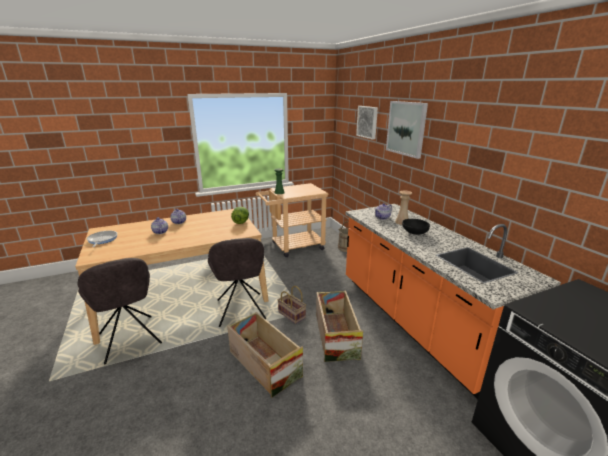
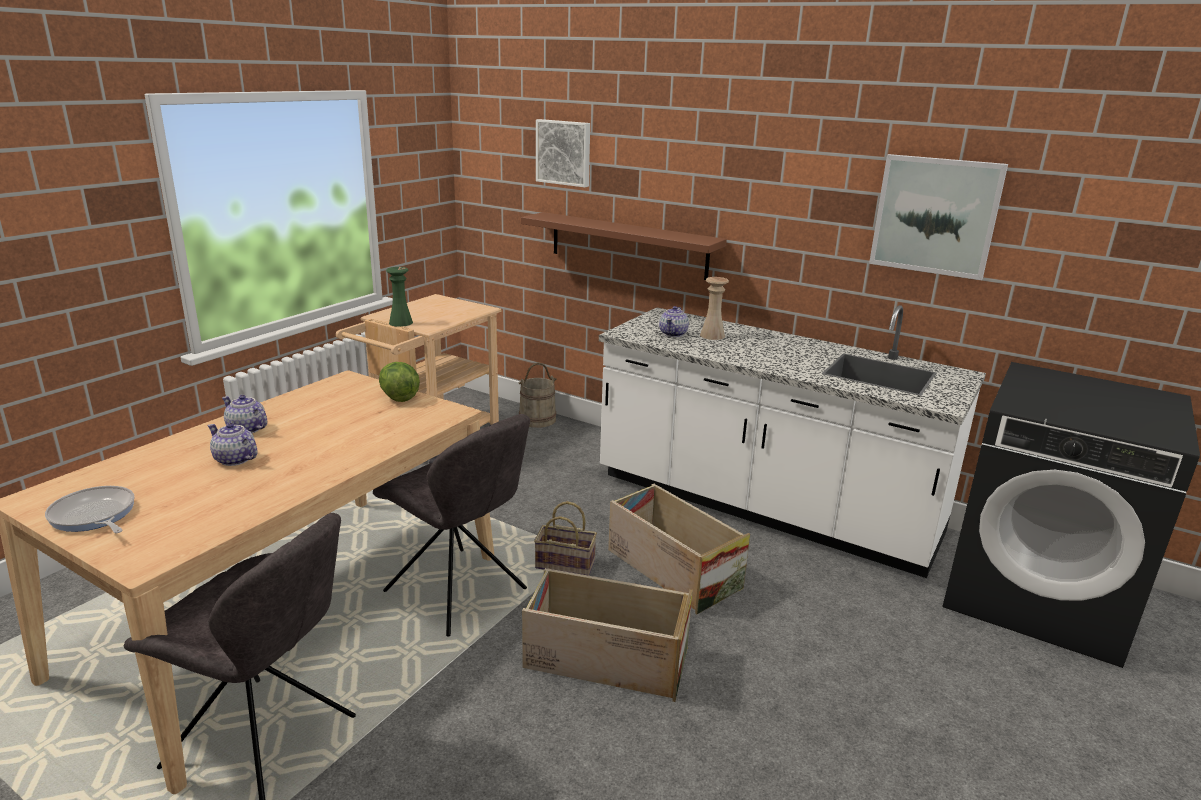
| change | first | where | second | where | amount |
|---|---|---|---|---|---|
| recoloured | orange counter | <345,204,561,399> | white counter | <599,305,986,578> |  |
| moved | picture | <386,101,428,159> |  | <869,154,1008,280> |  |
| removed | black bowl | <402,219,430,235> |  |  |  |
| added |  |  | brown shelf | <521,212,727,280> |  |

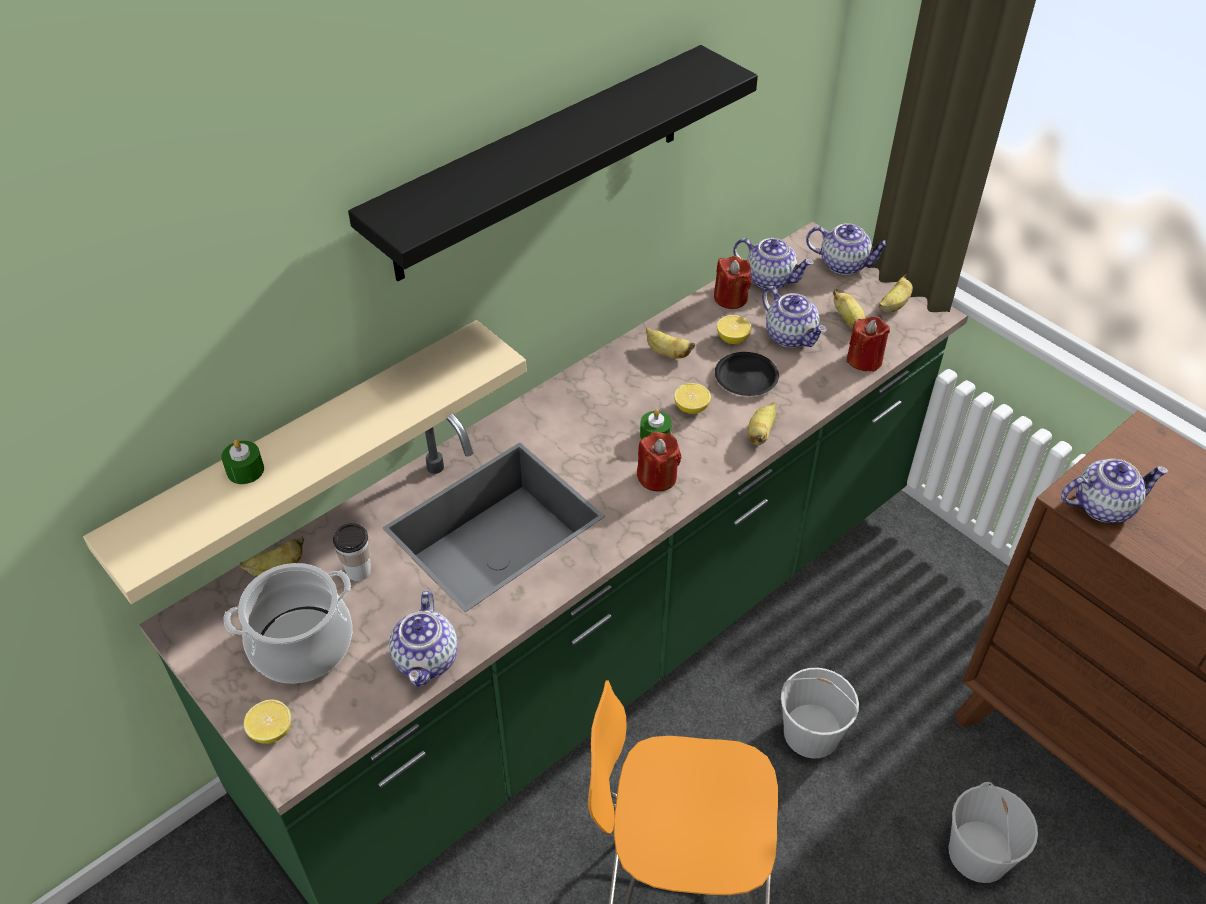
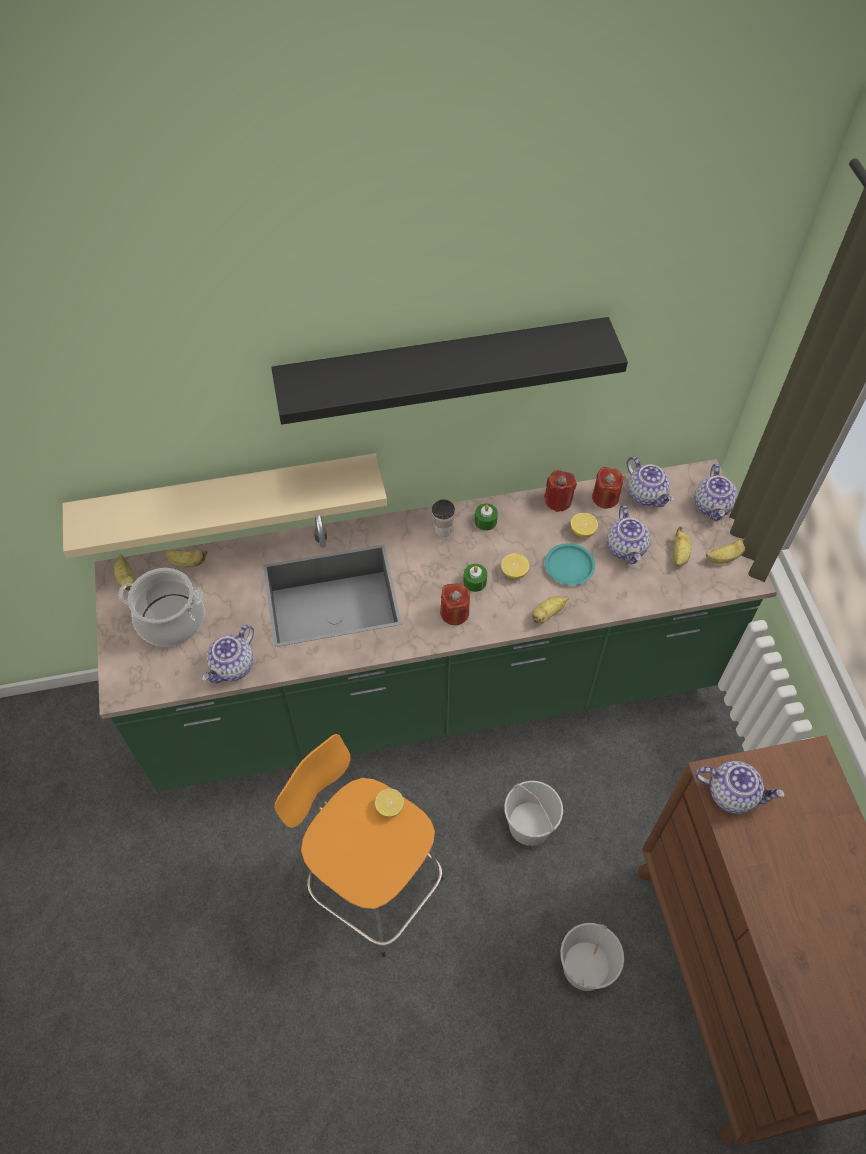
| change | first | where | second | where | amount |
|---|---|---|---|---|---|
| moved | green candle | <221,440,264,484> |  | <475,504,498,531> |  |
| moved | lemon | <244,700,291,744> |  | <375,789,404,817> |  |
| moved | cup | <333,523,371,581> |  | <432,499,455,537> |  |
| moved | banana | <646,328,695,358> |  | <114,554,136,590> |  |
| recoloured | black plate | <715,352,779,396> | turquoise plate | <545,543,595,585> |  |
| turned | teapot | <806,223,886,275> |  | <694,464,737,521> | 45 degrees clockwise |
| moved | red candle | <846,316,890,372> |  | <544,470,577,512> |  |

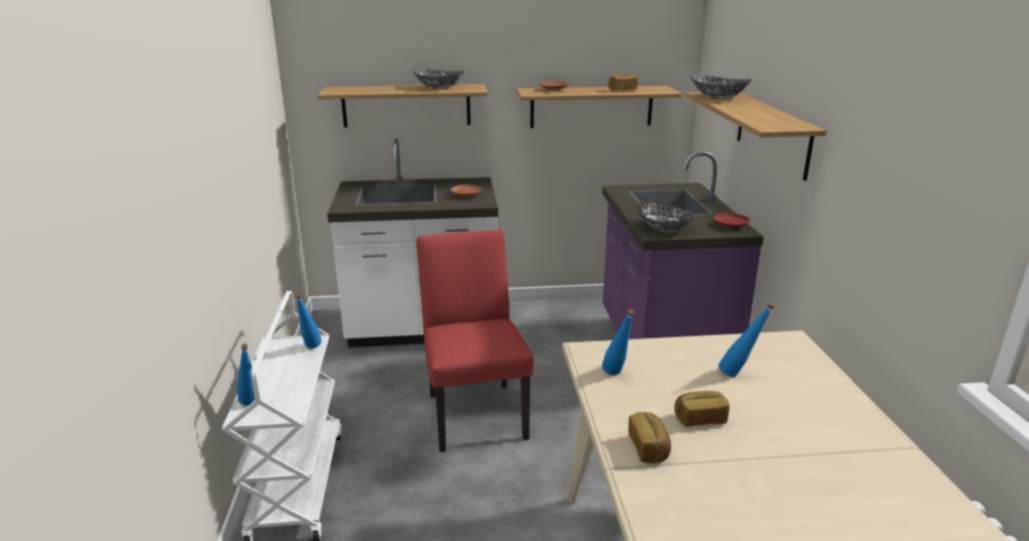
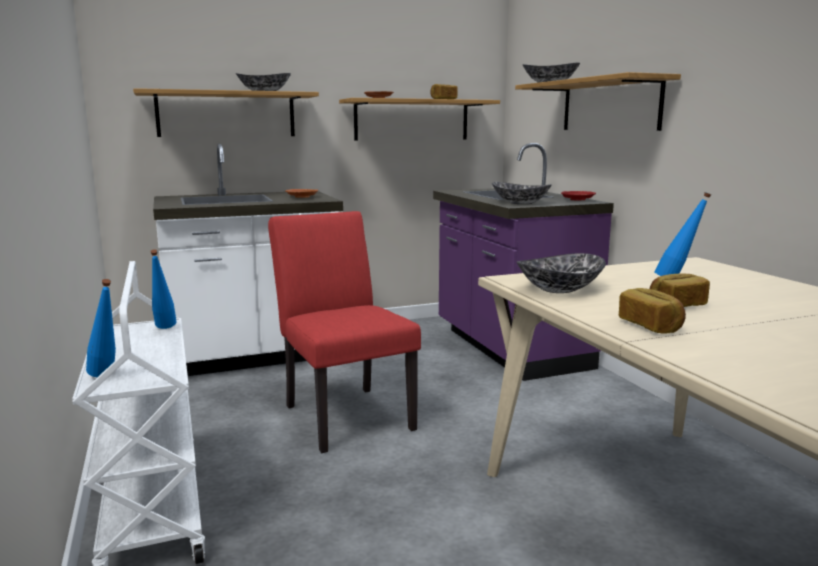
| change | first | where | second | where | amount |
|---|---|---|---|---|---|
| replaced | blue bottle | <602,309,634,375> | bowl | <517,253,606,293> |  |

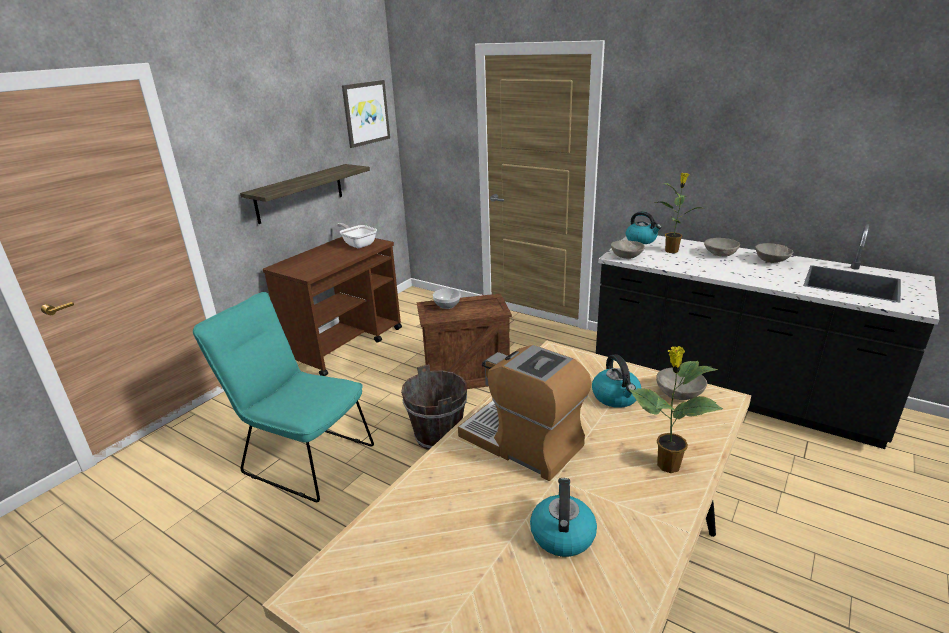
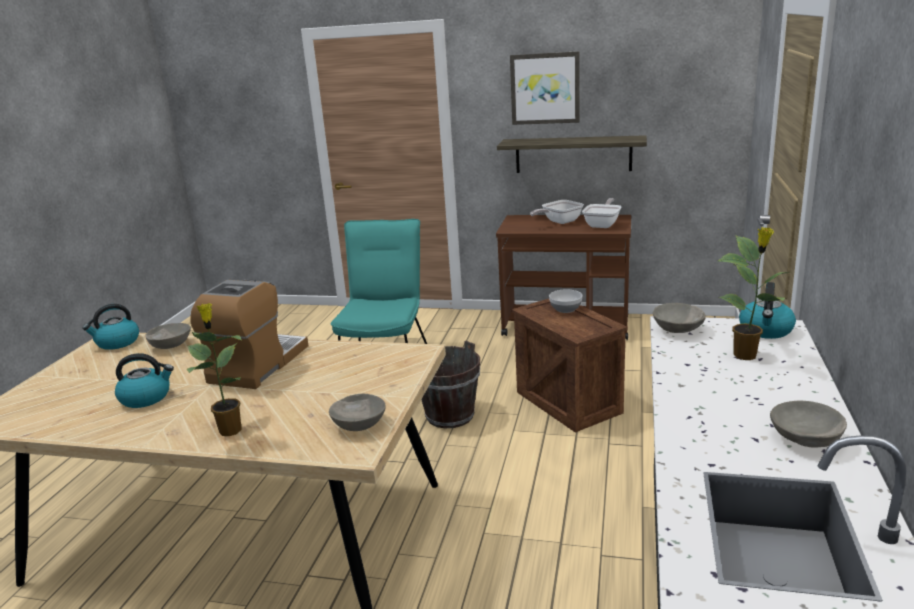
| change | first | where | second | where | amount |
|---|---|---|---|---|---|
| moved | picture | <342,80,390,148> |  | <510,51,580,125> |  |
| moved | kettle | <592,354,642,408> |  | <83,304,139,350> |  |
| moved | grey bowl | <704,238,740,257> |  | <145,323,191,349> |  |
| added |  |  | frying pan | <530,200,584,224> |  |

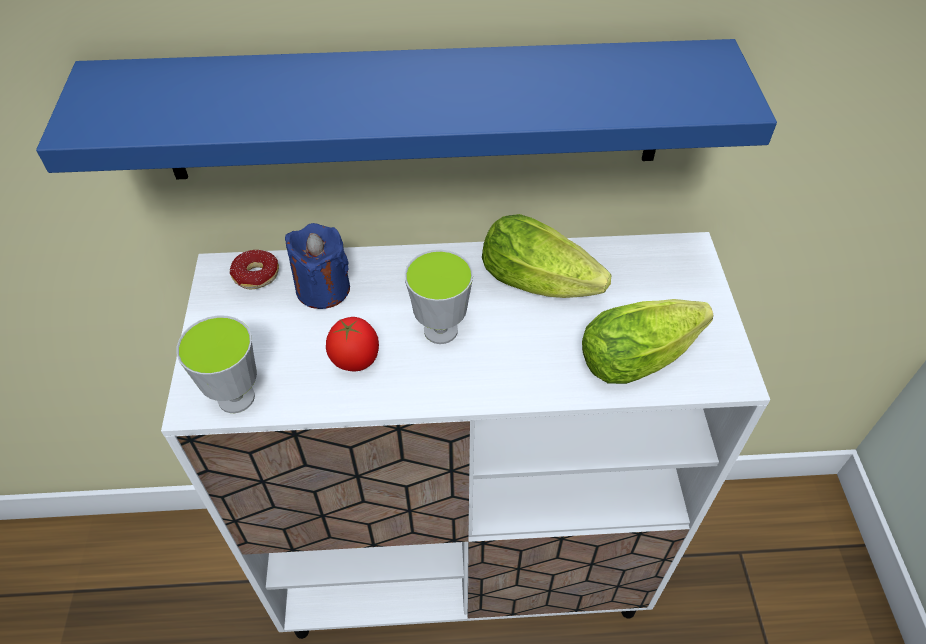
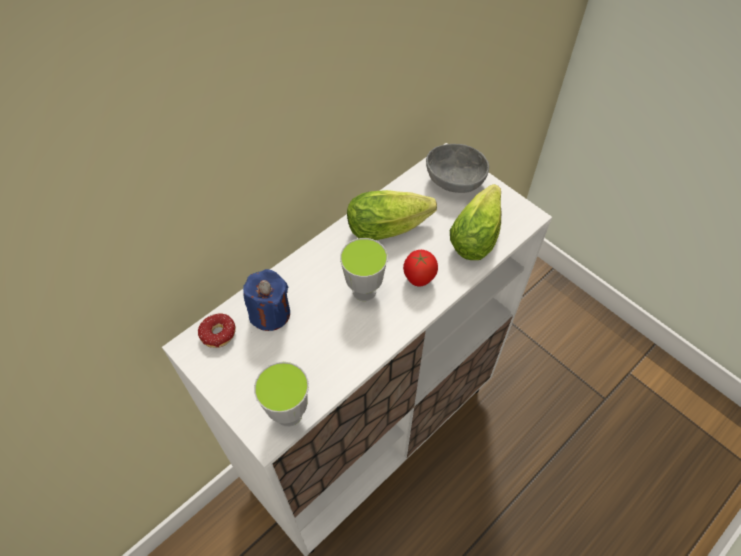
| change | first | where | second | where | amount |
|---|---|---|---|---|---|
| removed | blue shelf | <36,39,777,179> |  |  |  |
| moved | tomato | <326,317,379,371> |  | <403,250,438,287> |  |
| added |  |  | grey bowl | <426,144,489,193> |  |

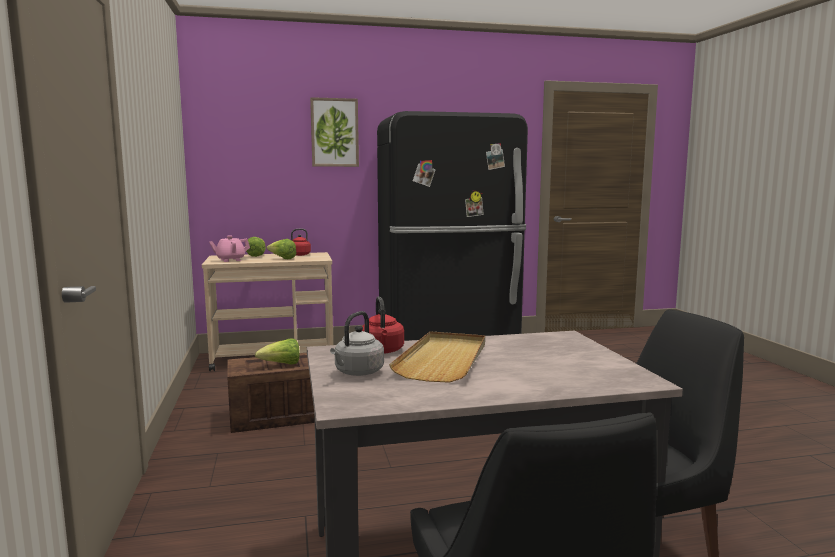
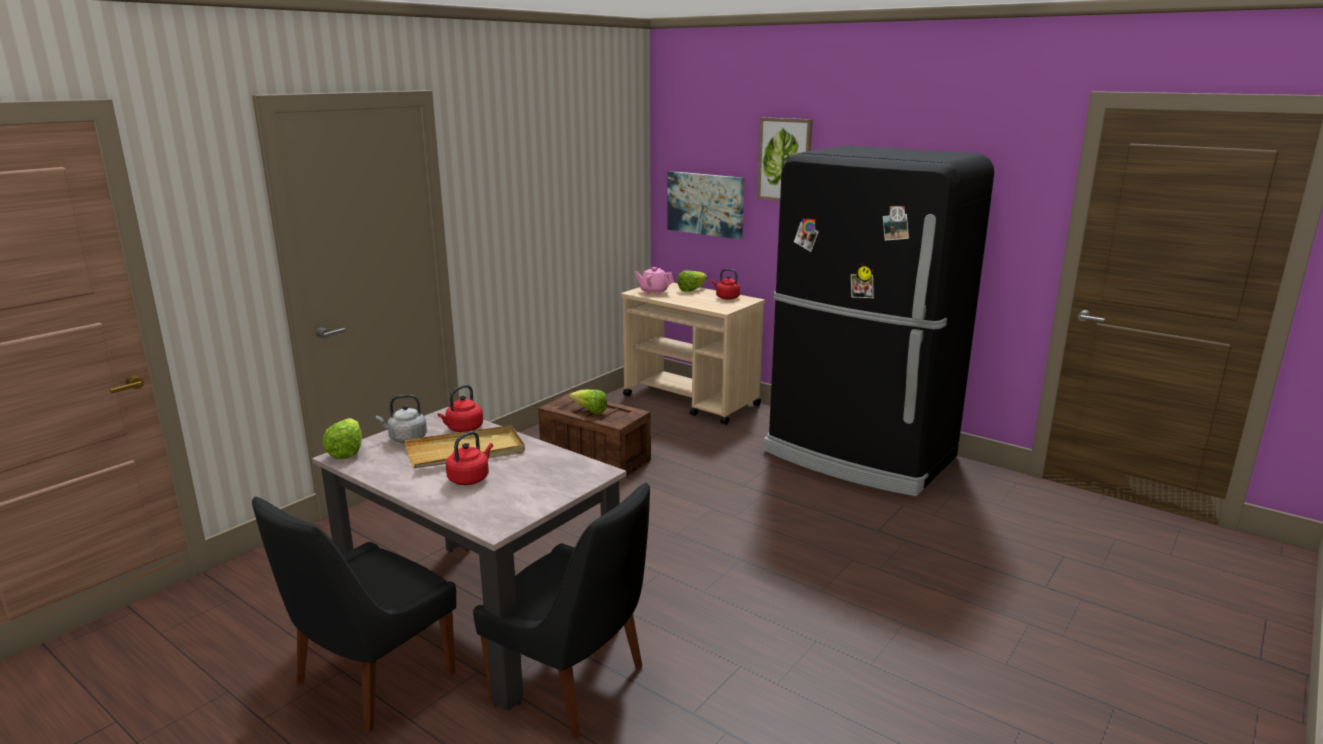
| change | first | where | second | where | amount |
|---|---|---|---|---|---|
| moved | lettuce | <266,239,296,259> |  | <323,418,362,459> |  |
| added |  |  | red kettle | <446,431,493,485> |  |
| added |  |  | picture | <667,171,744,240> |  |

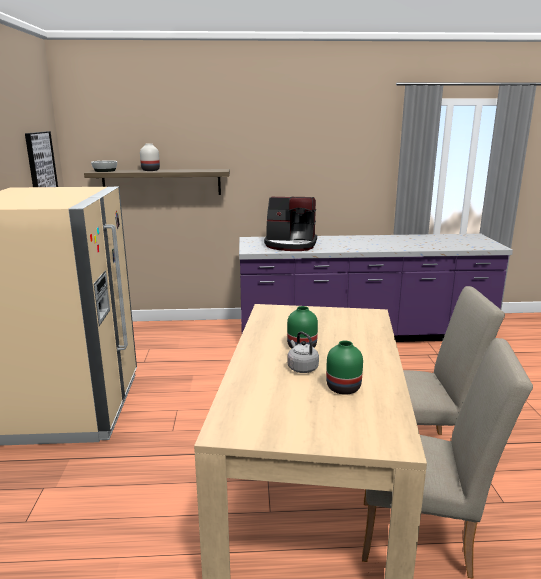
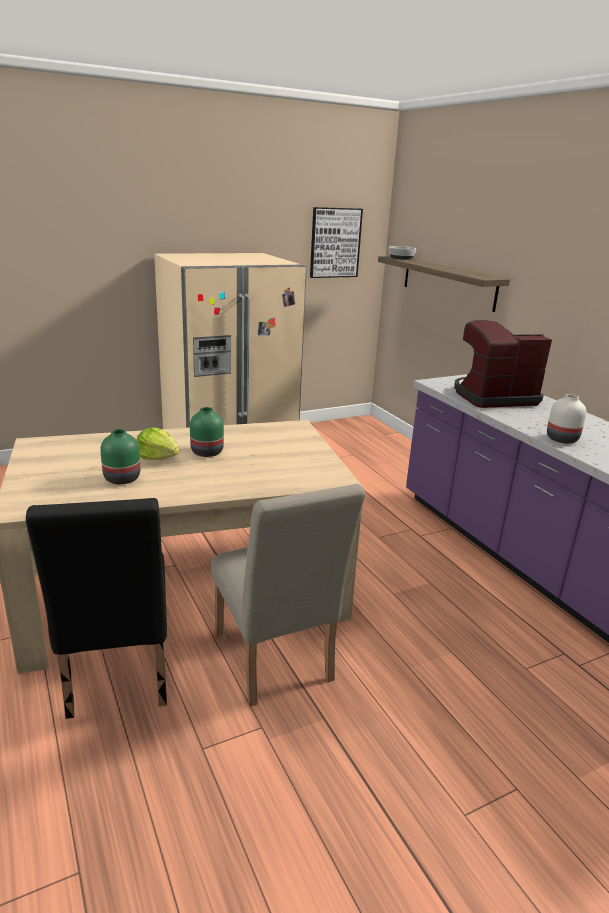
| change | first | where | second | where | amount |
|---|---|---|---|---|---|
| moved | white vase | <140,143,160,171> |  | <547,394,586,444> |  |
| turned | coffee machine | <264,197,317,251> |  | <454,320,552,408> | 90 degrees clockwise |
| replaced | grey kettle | <287,331,319,373> | lettuce | <137,427,180,460> |  |
| recoloured | beige chair | <362,338,533,579> | black chair | <26,498,167,719> |  |

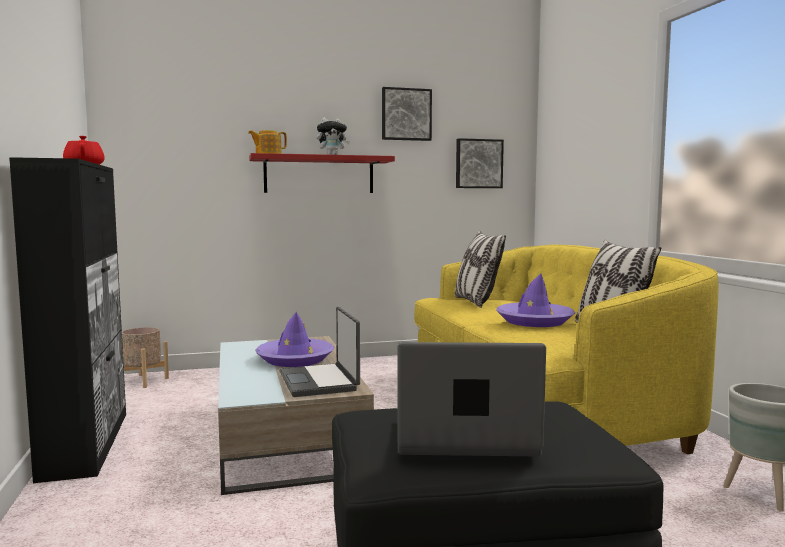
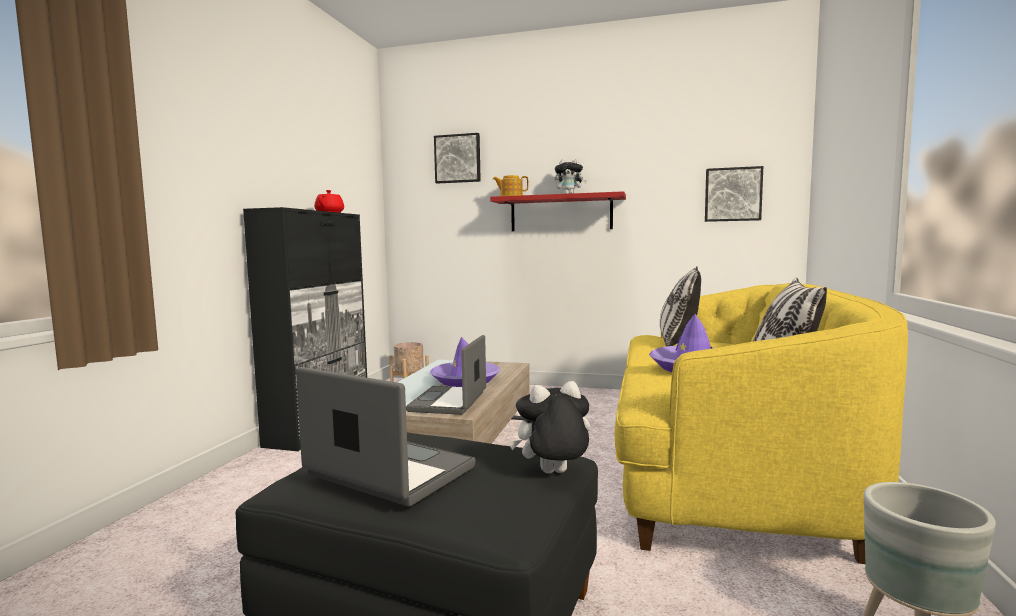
| change | first | where | second | where | amount |
|---|---|---|---|---|---|
| moved | picture | <382,87,432,141> |  | <434,133,481,184> |  |
| added |  |  | plush toy | <508,381,591,474> |  |

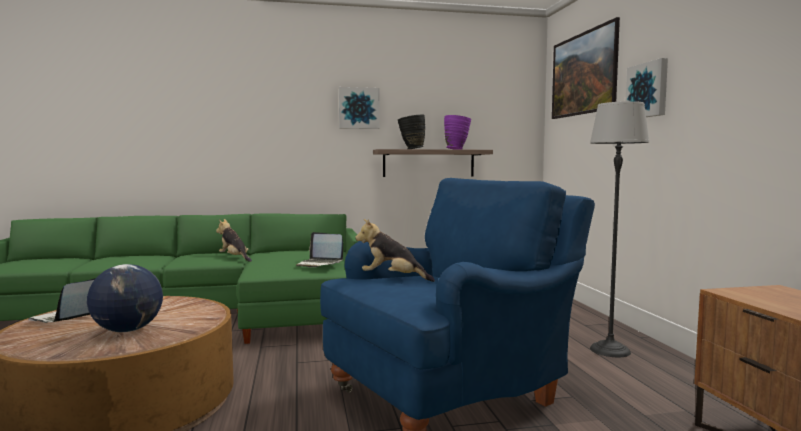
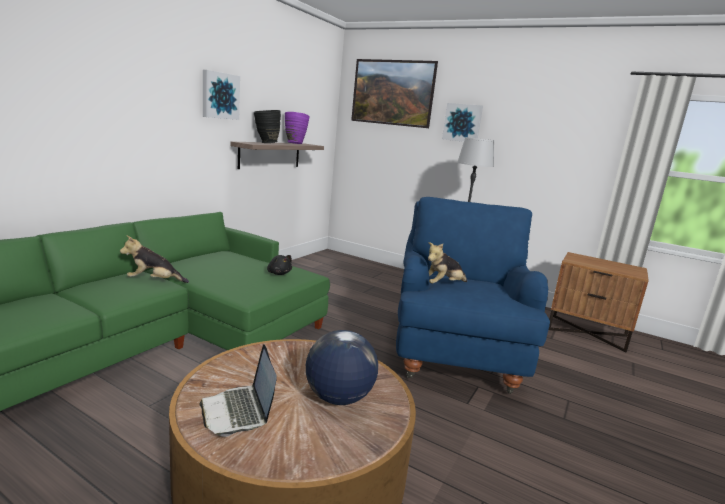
| change | first | where | second | where | amount |
|---|---|---|---|---|---|
| replaced | laptop | <296,232,343,267> | black plush toy | <267,255,292,275> |  |

